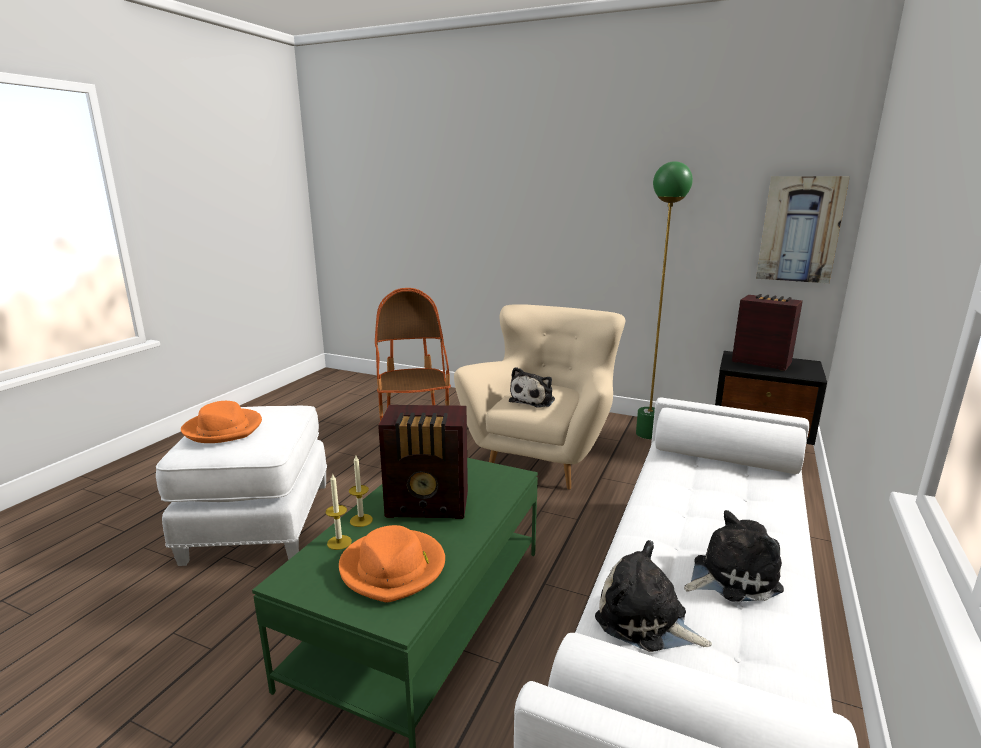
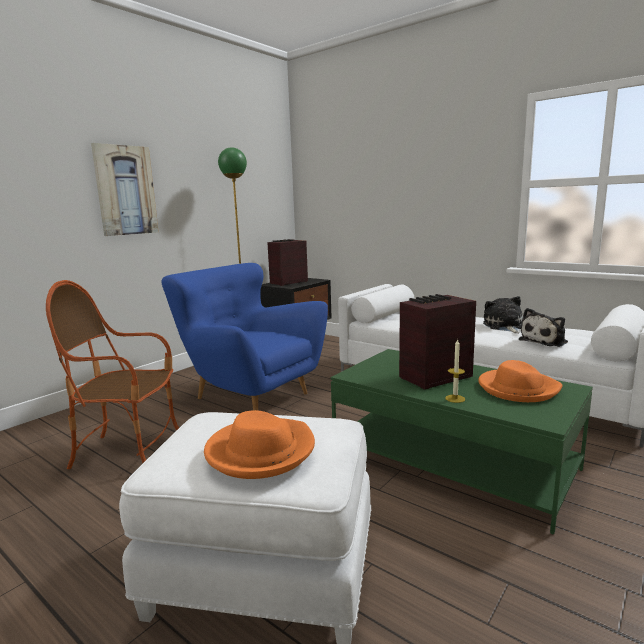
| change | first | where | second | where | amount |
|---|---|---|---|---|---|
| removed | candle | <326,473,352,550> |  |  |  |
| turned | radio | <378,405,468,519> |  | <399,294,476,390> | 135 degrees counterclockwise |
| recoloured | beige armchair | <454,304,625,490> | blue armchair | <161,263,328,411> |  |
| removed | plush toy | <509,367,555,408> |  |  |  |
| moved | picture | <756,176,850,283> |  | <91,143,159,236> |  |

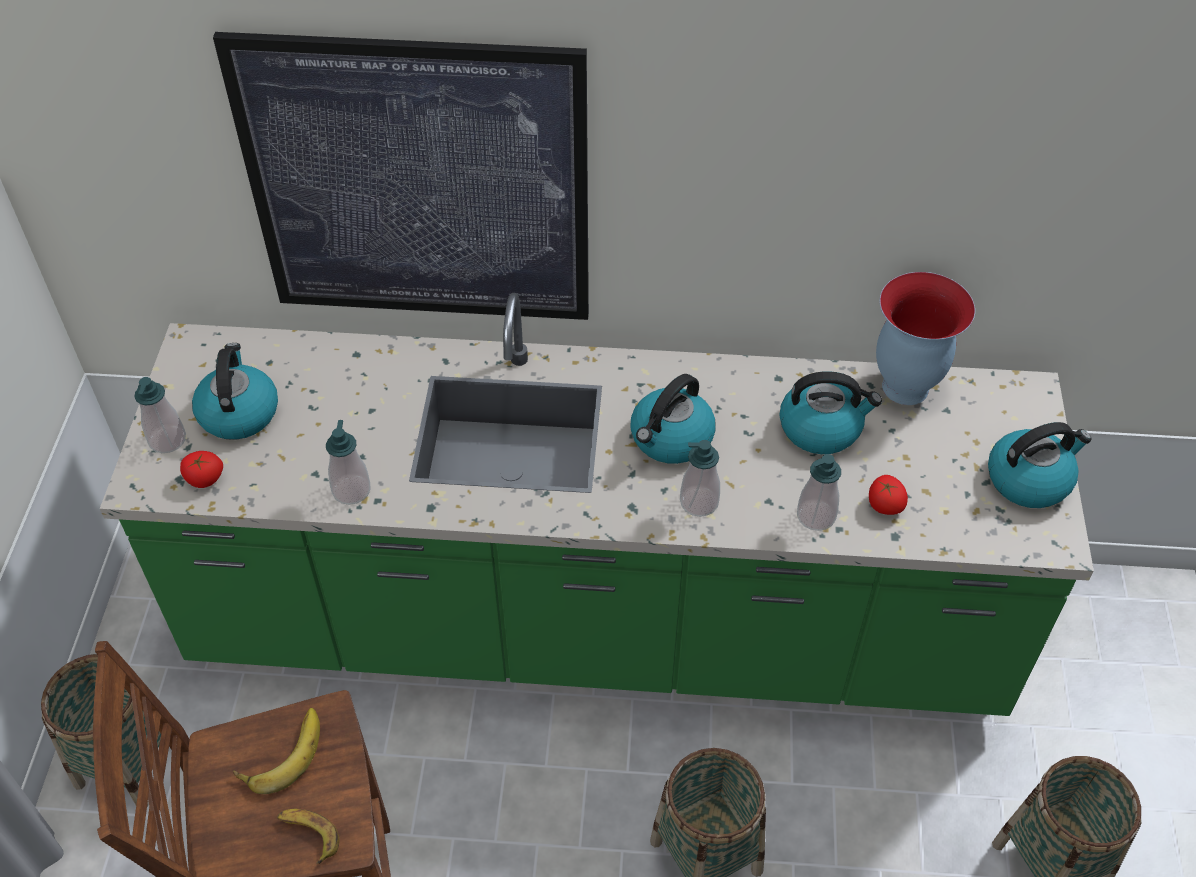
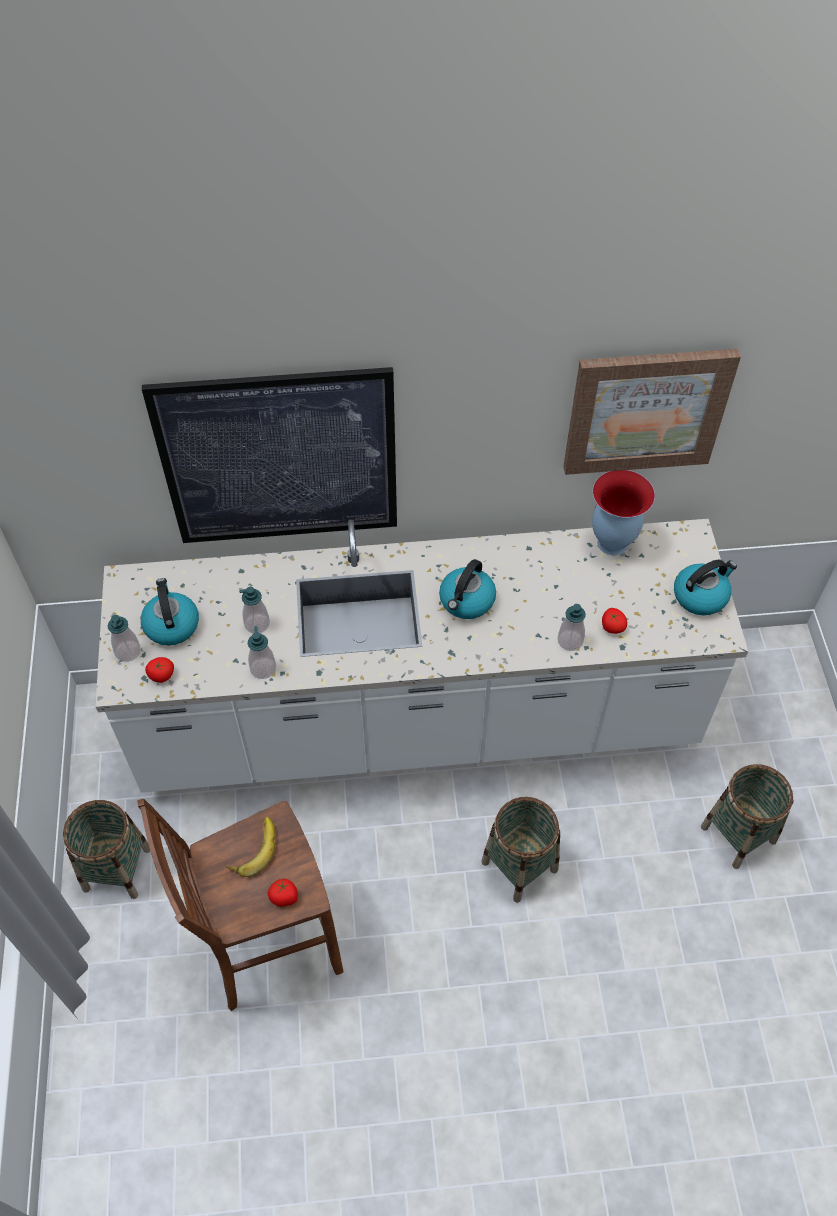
| change | first | where | second | where | amount |
|---|---|---|---|---|---|
| recoloured | green counter | <100,293,1094,716> | white counter | <95,519,748,793> |  |
| replaced | banana | <277,809,340,864> | tomato | <267,879,298,907> |  |
| moved | soap dispenser | <680,440,720,517> |  | <239,587,270,633> |  |
| removed | kettle | <780,371,882,454> |  |  |  |
| added |  |  | picture | <563,349,741,475> |  |

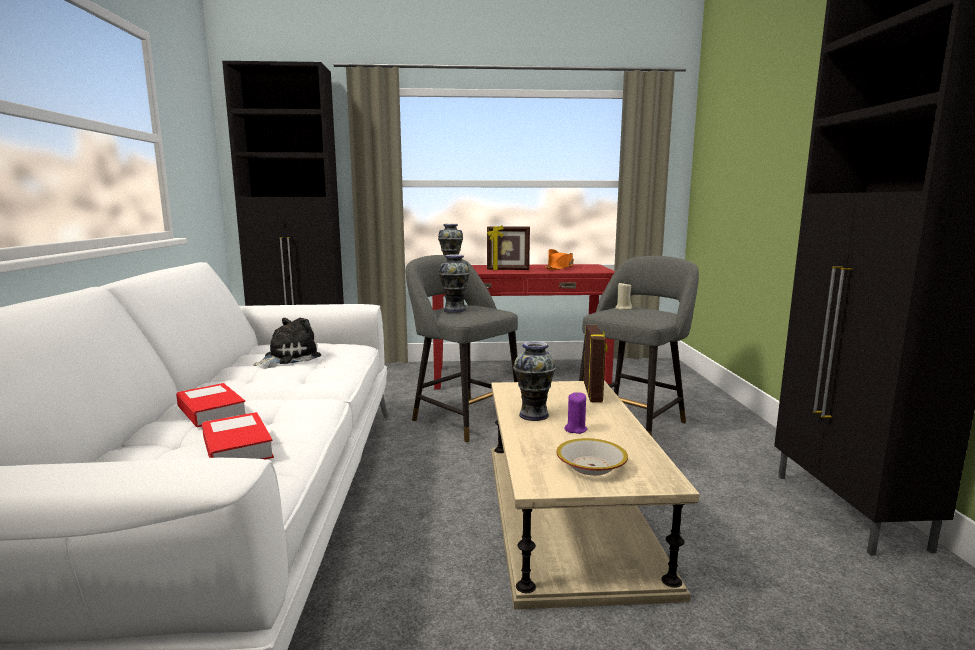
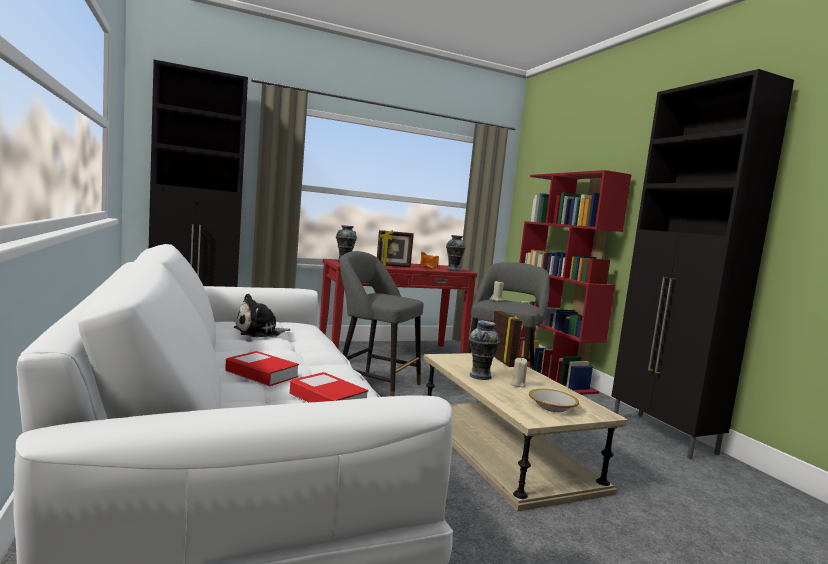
| change | first | where | second | where | amount |
|---|---|---|---|---|---|
| turned | plush toy | <253,318,321,366> |  | <234,294,291,337> | 150 degrees counterclockwise |
| moved | vase | <438,254,470,313> |  | <446,235,466,272> |  |
| recoloured | purple candle | <565,392,587,434> | beige candle | <510,357,528,387> |  |
| added |  |  | red bookcase | <518,170,632,395> |  |

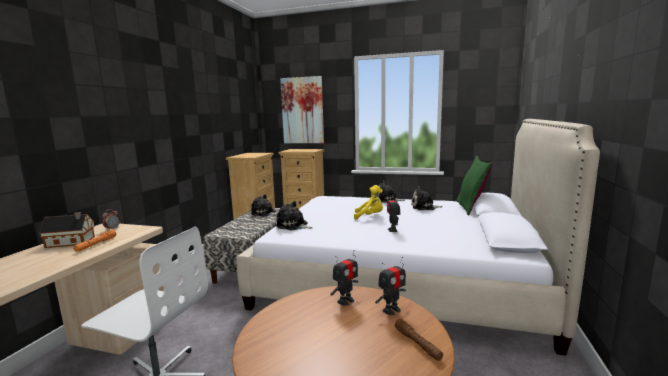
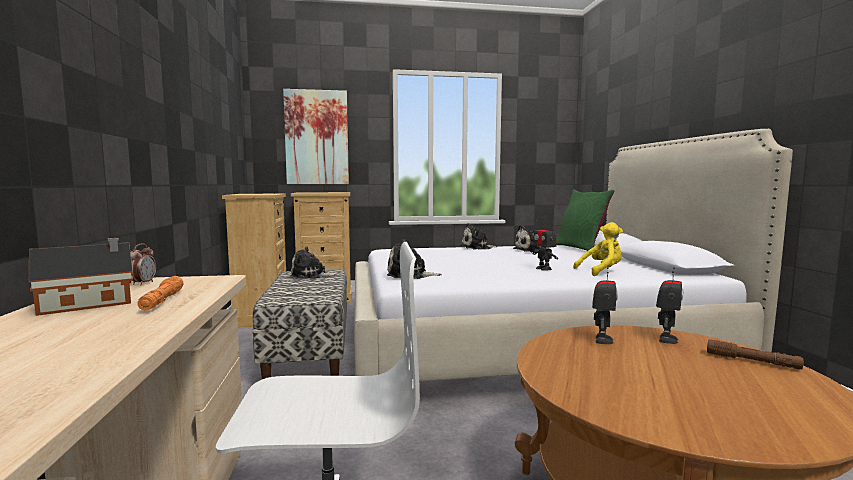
| change | first | where | second | where | amount |
|---|---|---|---|---|---|
| moved | yellow plush toy | <354,185,383,220> |  | <573,222,623,276> |  |

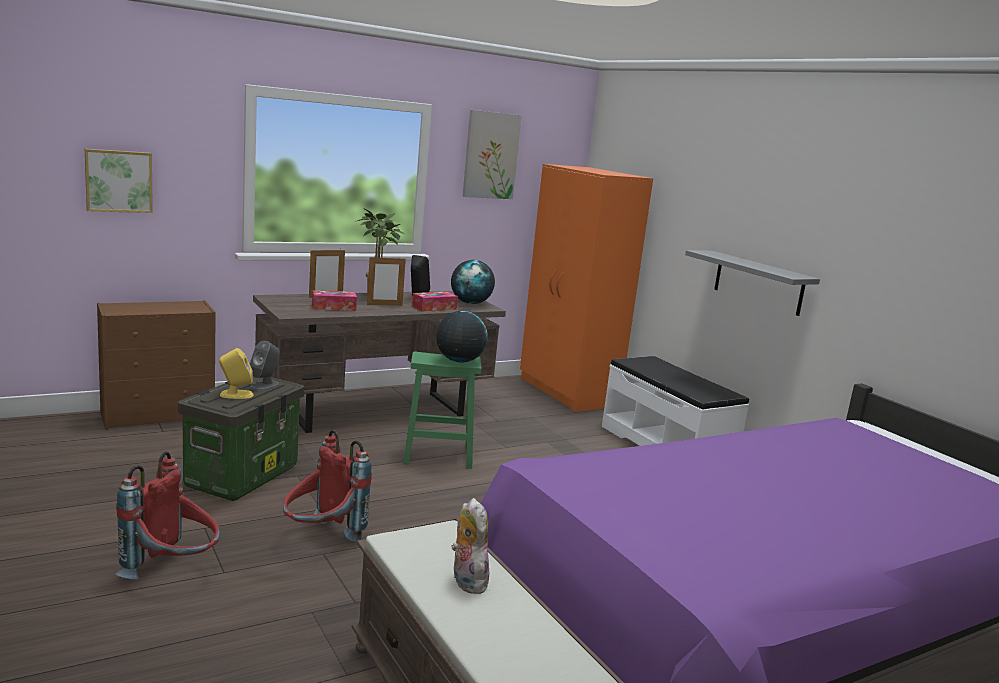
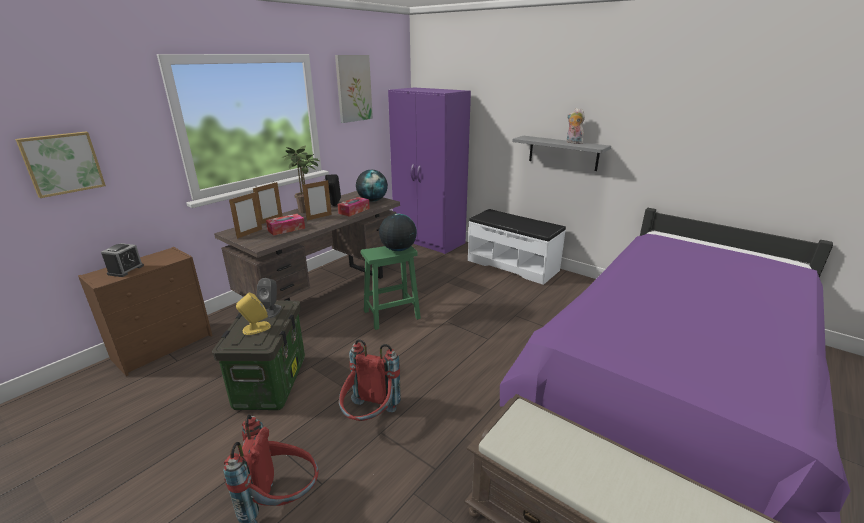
| change | first | where | second | where | amount |
|---|---|---|---|---|---|
| moved | plush toy | <451,498,489,594> |  | <567,108,585,144> |  |
| recoloured | orange wardrobe | <520,164,653,412> | purple wardrobe | <388,87,471,254> |  |
| added |  |  | alarm clock | <101,243,144,277> |  |
| added |  |  | picture frame | <229,192,262,239> |  |

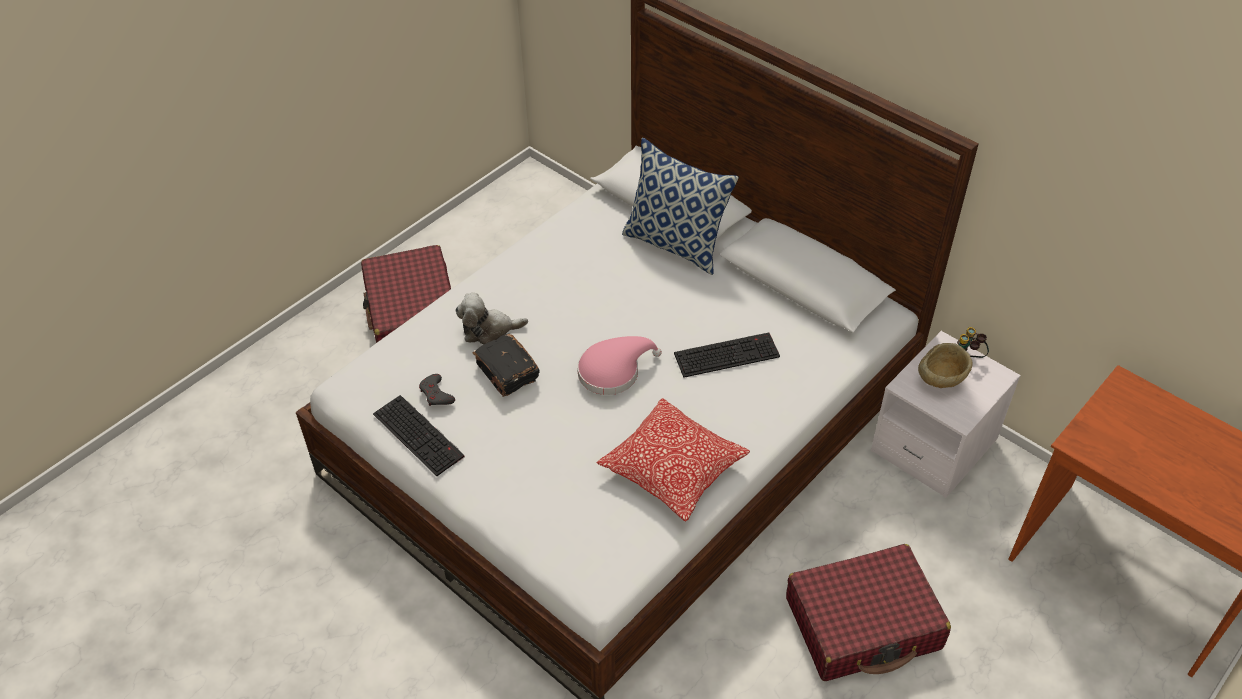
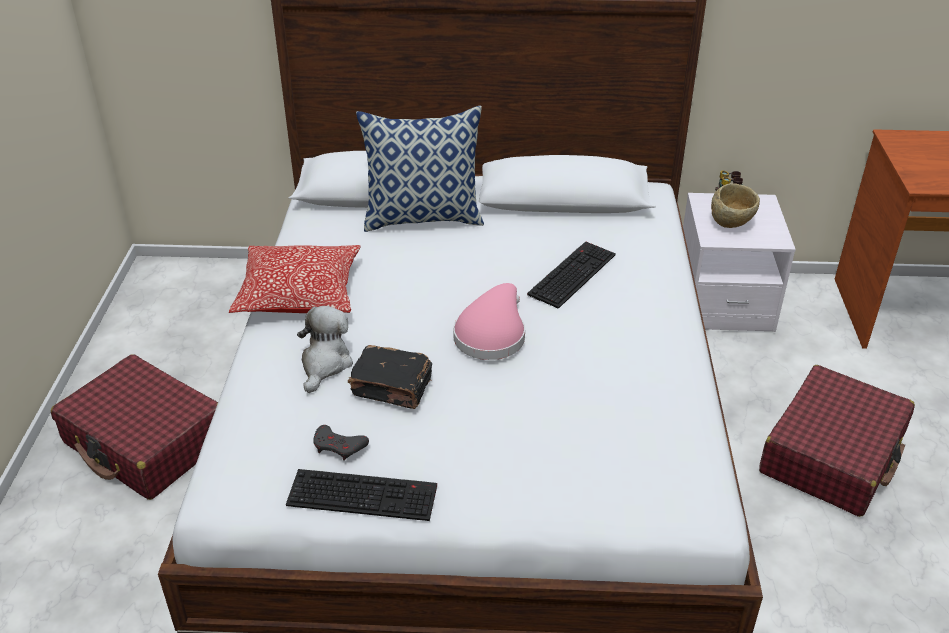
| change | first | where | second | where | amount |
|---|---|---|---|---|---|
| turned | plush toy | <455,293,528,344> |  | <297,306,353,393> | 150 degrees clockwise |
| moved | pillow | <597,398,750,522> |  | <229,245,360,313> |  |

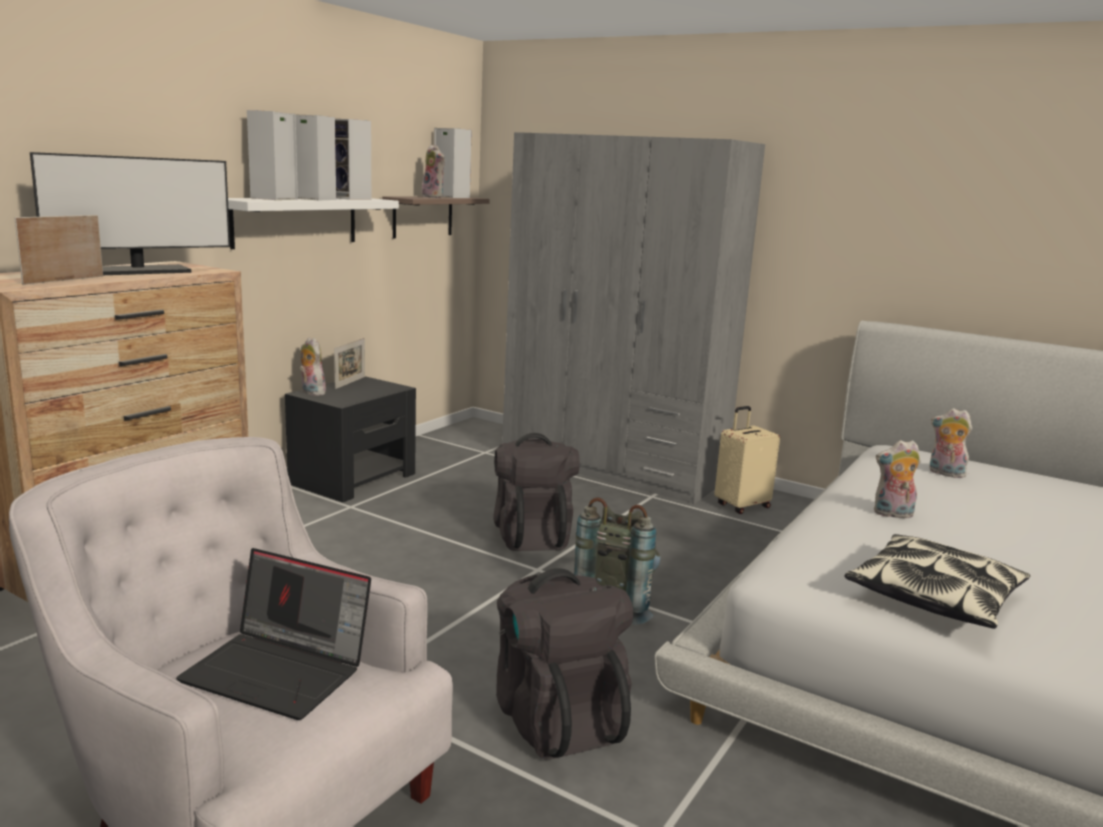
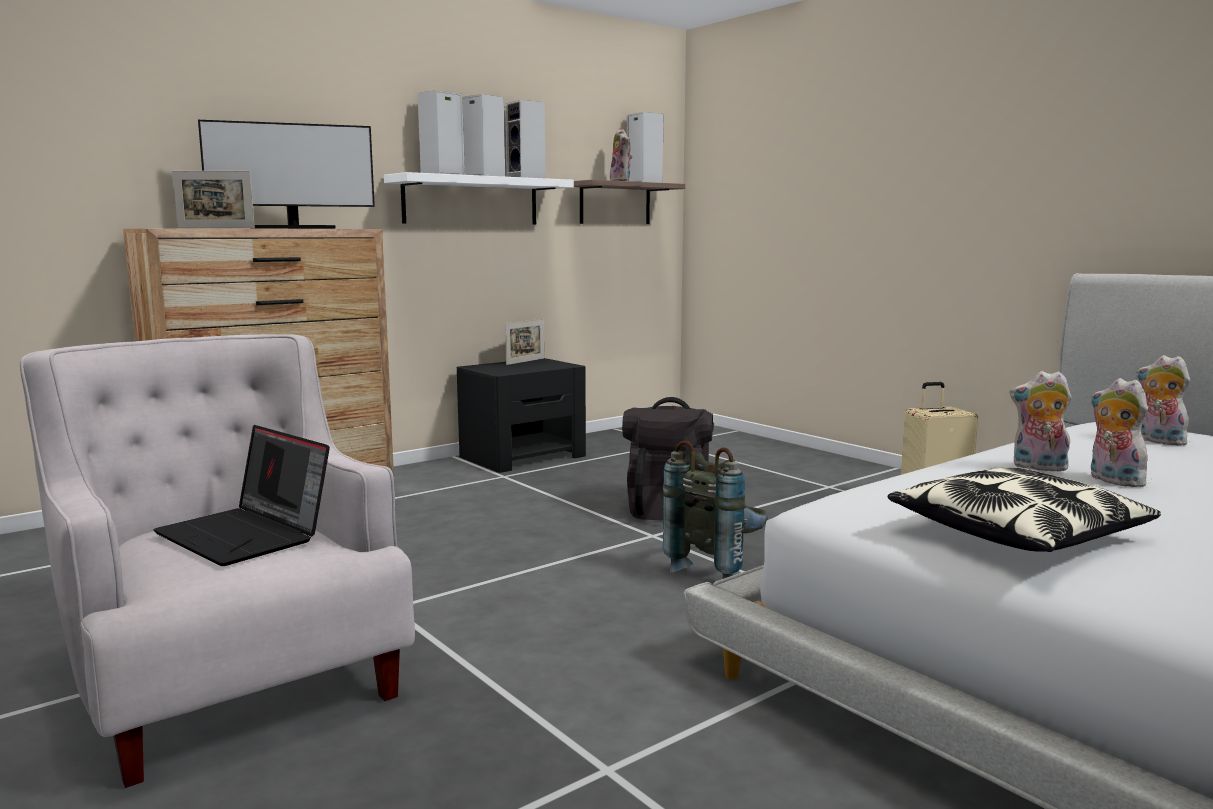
| change | first | where | second | where | amount |
|---|---|---|---|---|---|
| turned | picture frame | <15,215,103,285> |  | <172,171,255,228> | 135 degrees counterclockwise |
| moved | plush toy | <299,337,326,396> |  | <1090,378,1153,487> |  |
| removed | black backpack | <496,568,633,760> |  |  |  |
| removed | grey wardrobe | <502,132,765,504> |  |  |  |

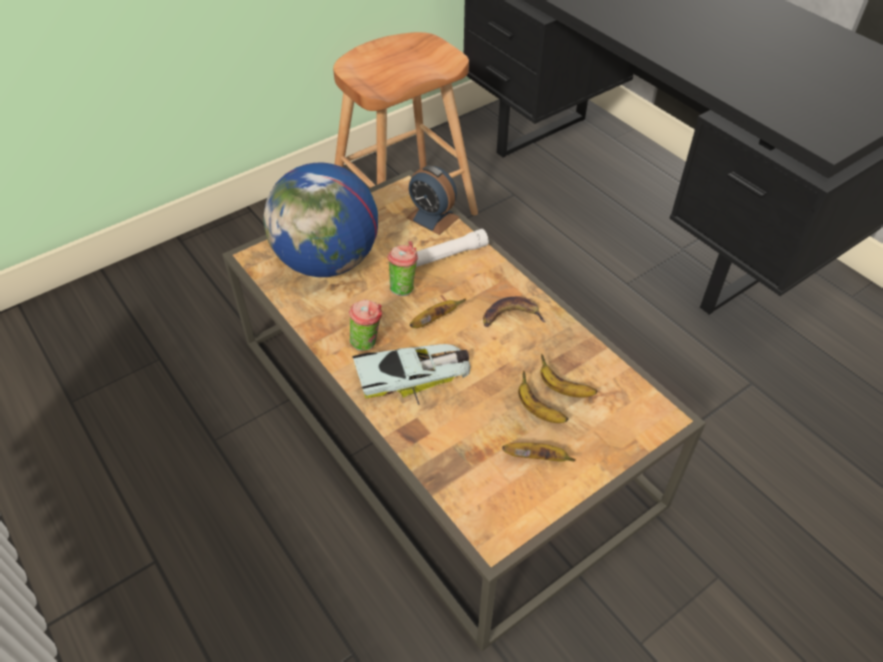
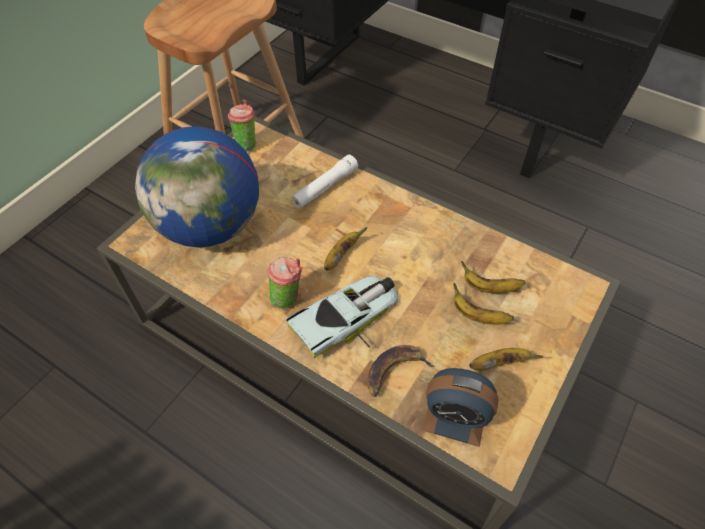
| change | first | where | second | where | amount |
|---|---|---|---|---|---|
| moved | cup | <387,241,418,296> |  | <228,100,256,152> |  |
| moved | alarm clock | <406,165,460,235> |  | <422,368,499,447> |  |
| moved | banana | <483,296,546,327> |  | <367,345,435,397> |  |

